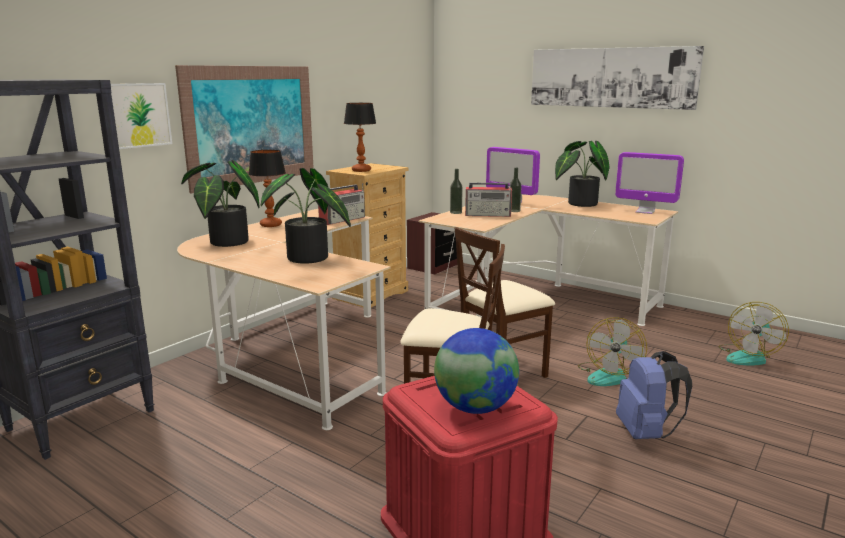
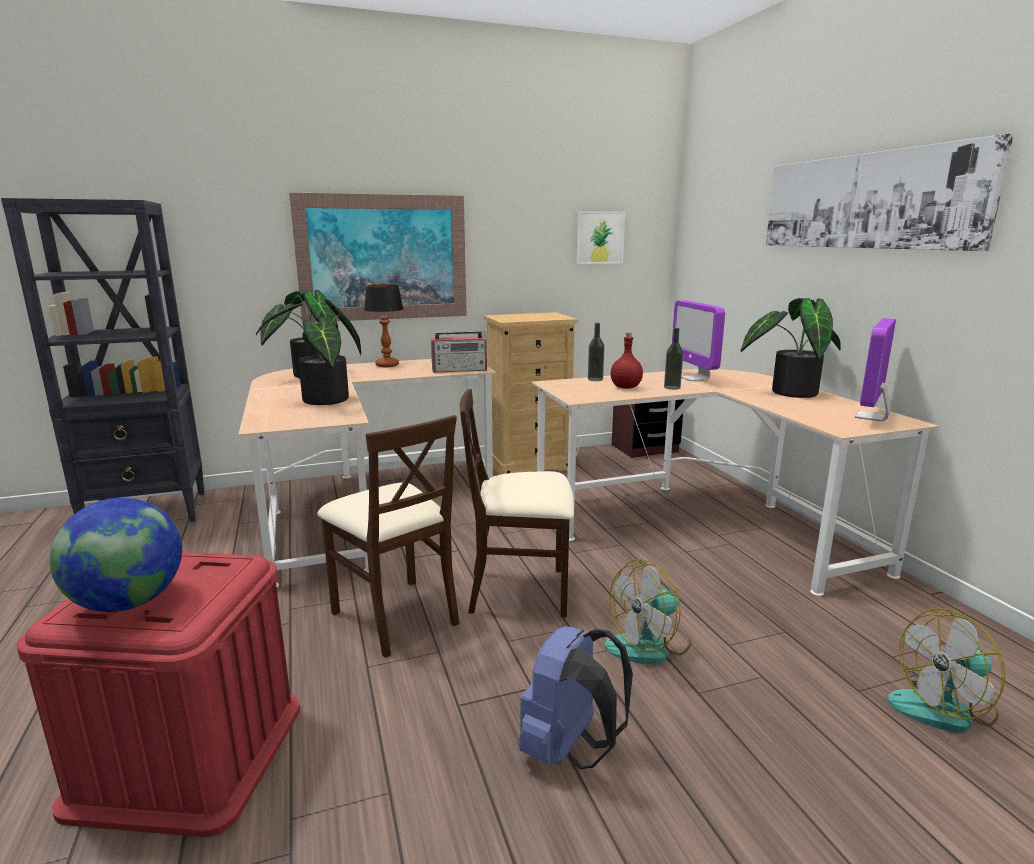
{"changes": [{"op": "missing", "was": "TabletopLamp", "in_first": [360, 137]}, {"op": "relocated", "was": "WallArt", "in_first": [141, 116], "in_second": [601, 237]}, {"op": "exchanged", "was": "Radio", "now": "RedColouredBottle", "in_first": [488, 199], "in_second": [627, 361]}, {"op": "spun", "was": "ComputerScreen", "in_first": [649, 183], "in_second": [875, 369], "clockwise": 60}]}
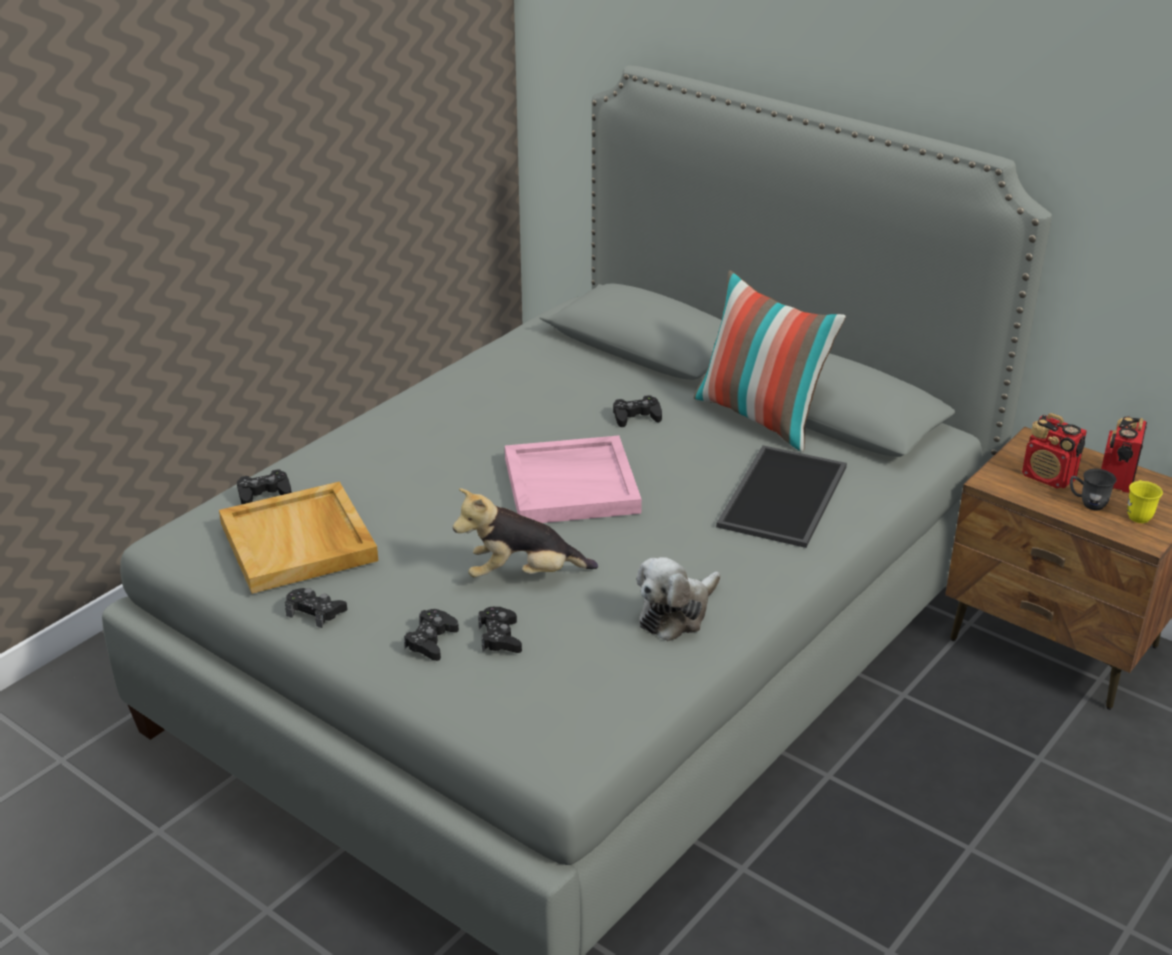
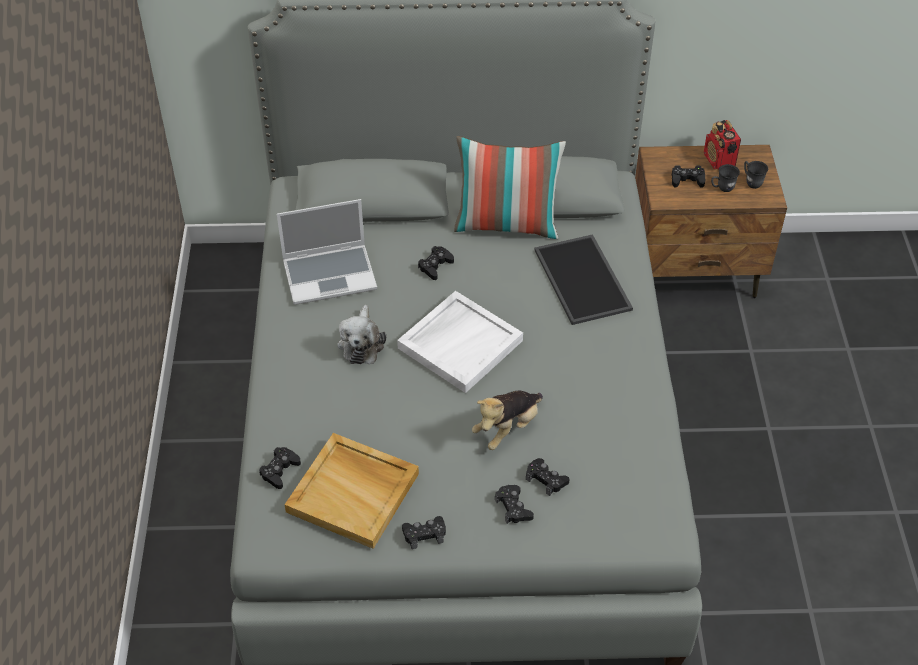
{"changes": [{"op": "appeared", "now": "Laptop", "in_second": [327, 252]}, {"op": "relocated", "was": "CuddlyToy", "in_first": [678, 599], "in_second": [361, 334]}, {"op": "exchanged", "was": "Radio", "now": "BlackColouredGameController", "in_first": [1054, 451], "in_second": [688, 176]}, {"op": "colour", "was": "PinkishCarryingTray", "now": "WhiteCarryingTray", "in_first": [573, 479], "in_second": [460, 342]}, {"op": "colour", "was": "YellowColouredMug", "now": "GreyMug", "in_first": [1145, 501], "in_second": [756, 175]}]}
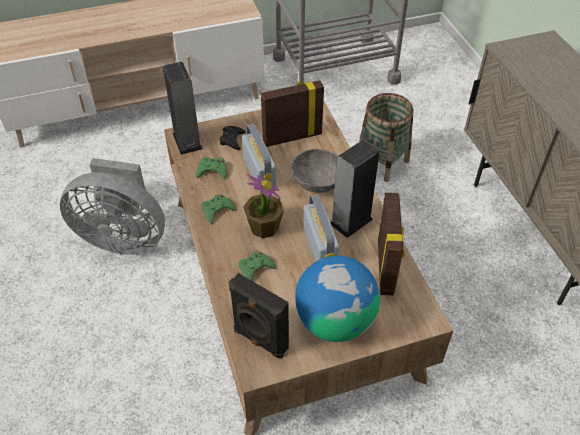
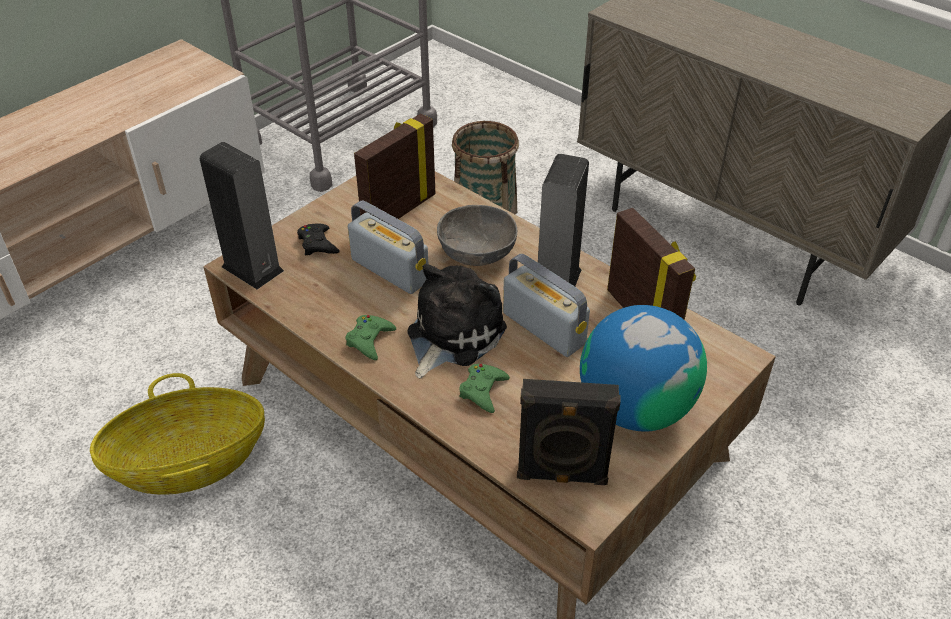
{"changes": [{"op": "missing", "was": "GreenishGameController", "in_first": [211, 168]}, {"op": "exchanged", "was": "GreyFan", "now": "HouseholdBasket", "in_first": [112, 206], "in_second": [177, 434]}, {"op": "exchanged", "was": "PlantInAPot", "now": "CuddlyToy", "in_first": [263, 206], "in_second": [457, 321]}]}
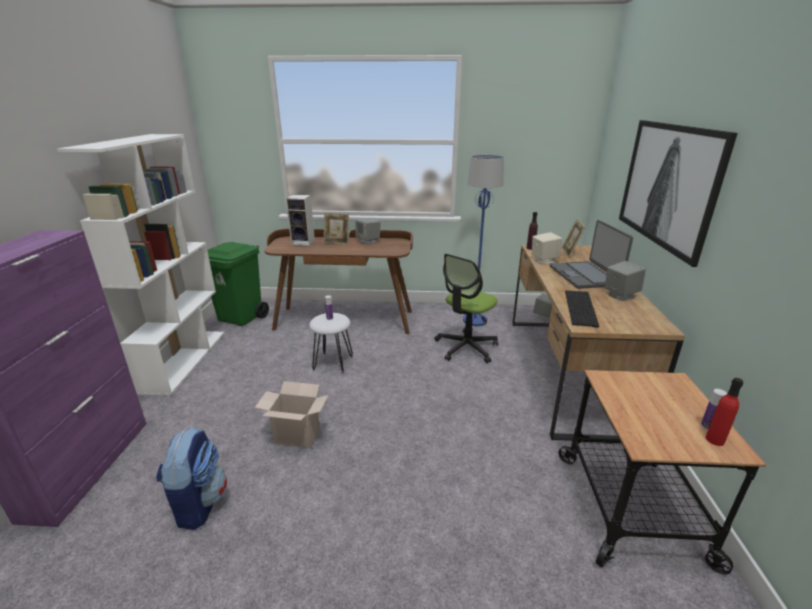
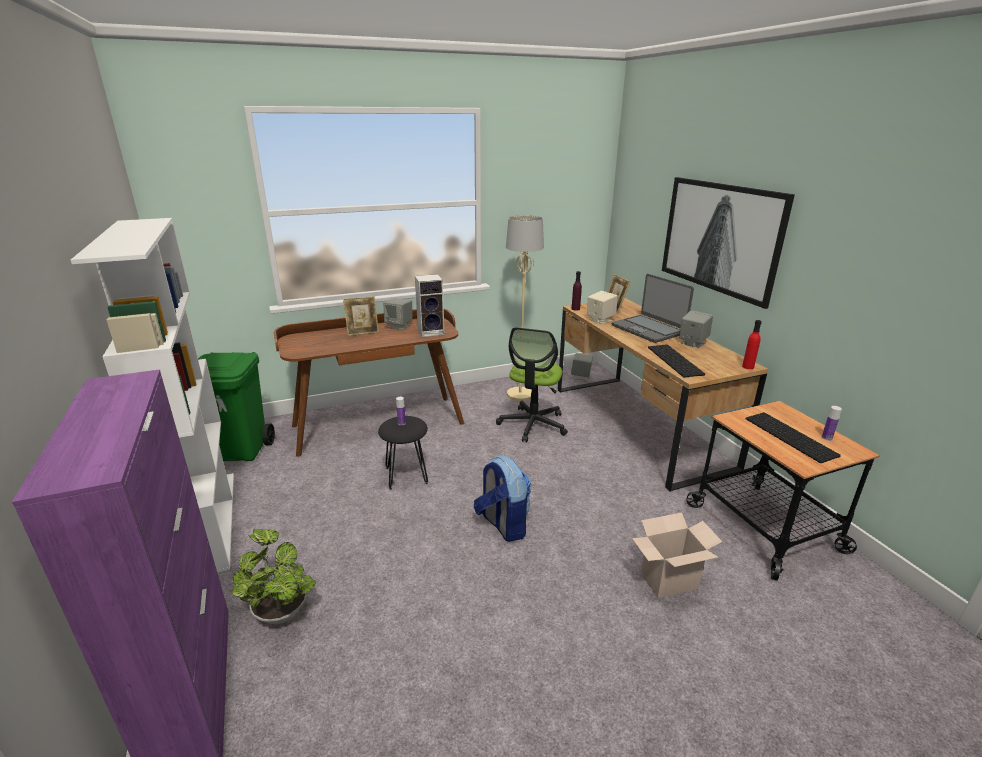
{"changes": [{"op": "appeared", "now": "PlantInAPot", "in_second": [273, 577]}, {"op": "appeared", "now": "Keyboard", "in_second": [793, 437]}, {"op": "relocated", "was": "Knapsack", "in_first": [191, 479], "in_second": [502, 499]}, {"op": "relocated", "was": "PackingBox", "in_first": [292, 414], "in_second": [677, 555]}, {"op": "relocated", "was": "Loudspeaker", "in_first": [300, 220], "in_second": [429, 305]}, {"op": "relocated", "was": "RedColouredBottle", "in_first": [724, 412], "in_second": [752, 344]}, {"op": "colour", "was": "WhiteStool", "now": "BlackColouredStool", "in_first": [331, 343], "in_second": [403, 453]}, {"op": "colour", "was": "BlueFloorLamp", "now": "BeigeFloorLamp", "in_first": [483, 240], "in_second": [525, 308]}]}
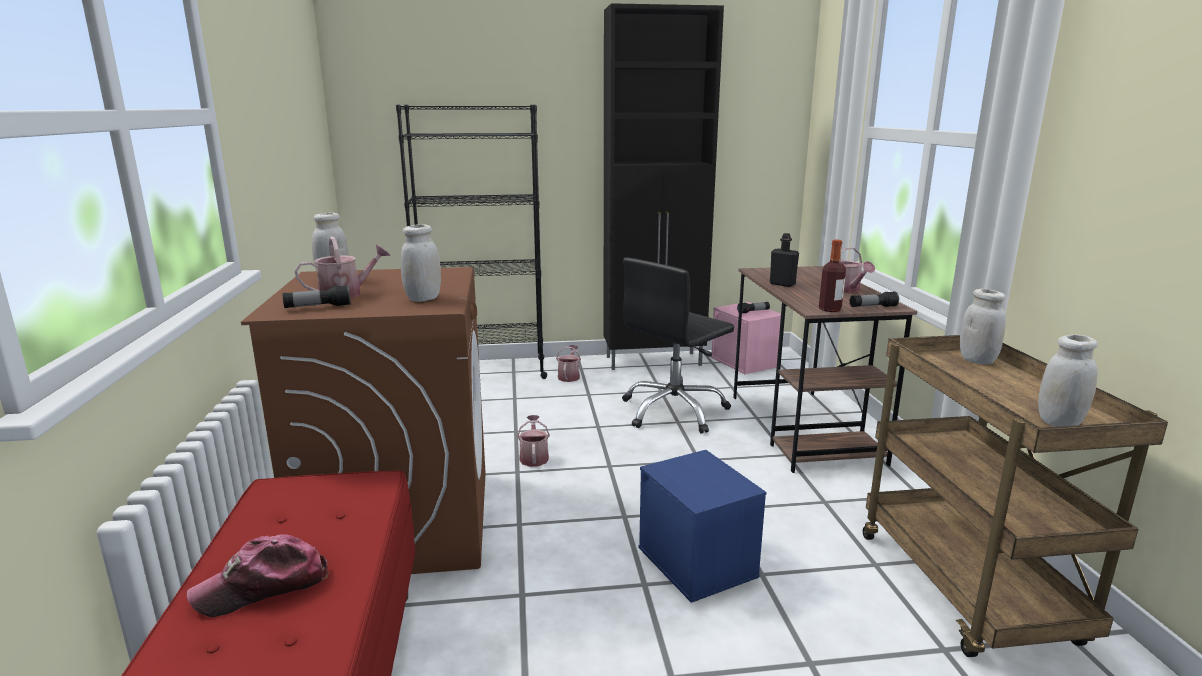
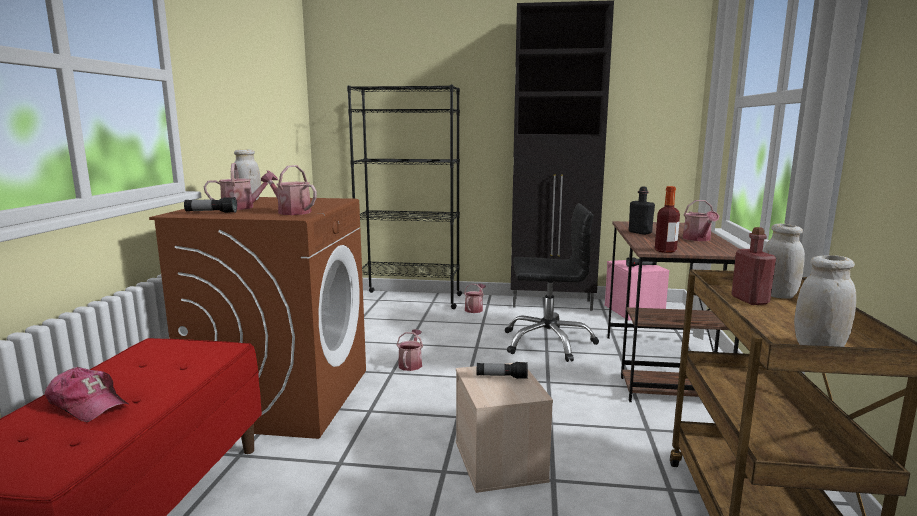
{"changes": [{"op": "appeared", "now": "RedColouredBottle", "in_second": [753, 266]}, {"op": "relocated", "was": "HandTorch", "in_first": [874, 299], "in_second": [502, 370]}, {"op": "exchanged", "was": "WhitePreserveJar", "now": "WateringCan", "in_first": [421, 263], "in_second": [289, 190]}, {"op": "colour", "was": "BlueStorageBin", "now": "BeigeStorageBin", "in_first": [702, 526], "in_second": [504, 428]}, {"op": "spun", "was": "Cap", "in_first": [258, 575], "in_second": [87, 394], "clockwise": -135}, {"op": "spun", "was": "BlackColouredComputerChair", "in_first": [678, 346], "in_second": [551, 283], "clockwise": -150}]}
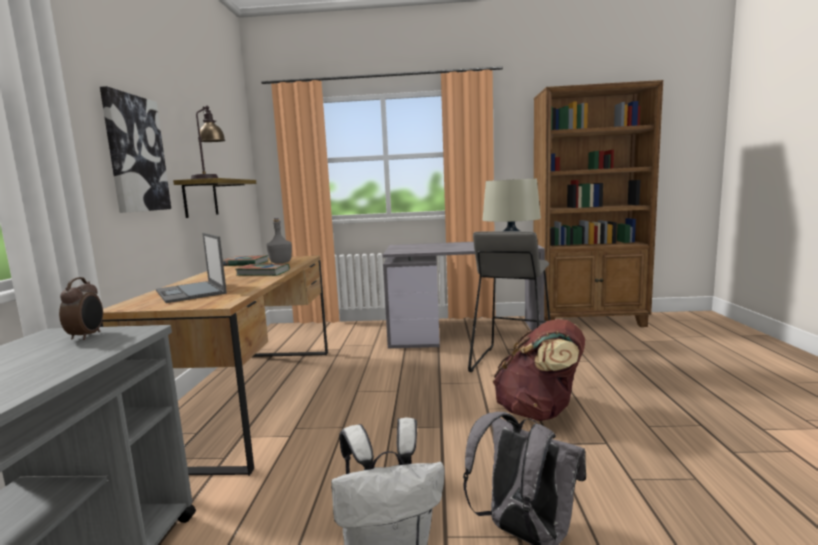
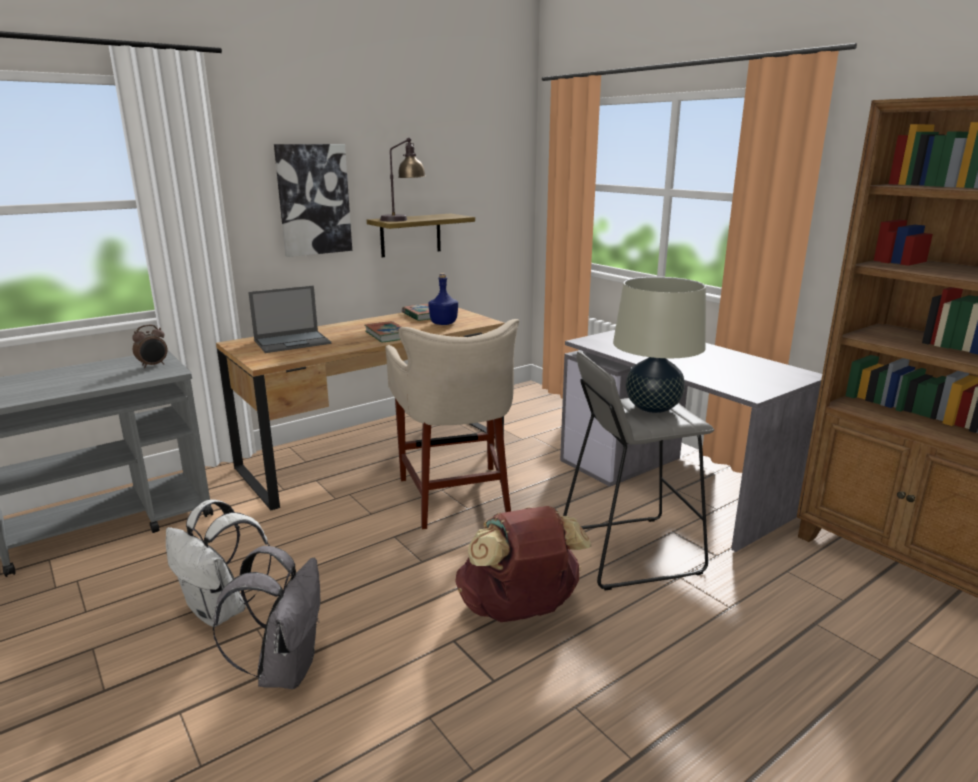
{"changes": [{"op": "appeared", "now": "BeigeStool", "in_second": [452, 424]}, {"op": "colour", "was": "GreyBottle", "now": "BlueBottle", "in_first": [279, 240], "in_second": [443, 299]}, {"op": "spun", "was": "Laptop", "in_first": [191, 268], "in_second": [289, 319], "clockwise": -135}]}
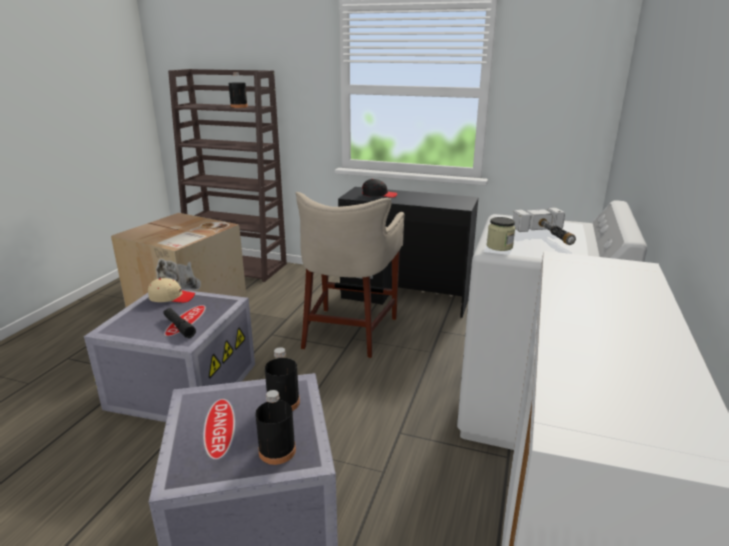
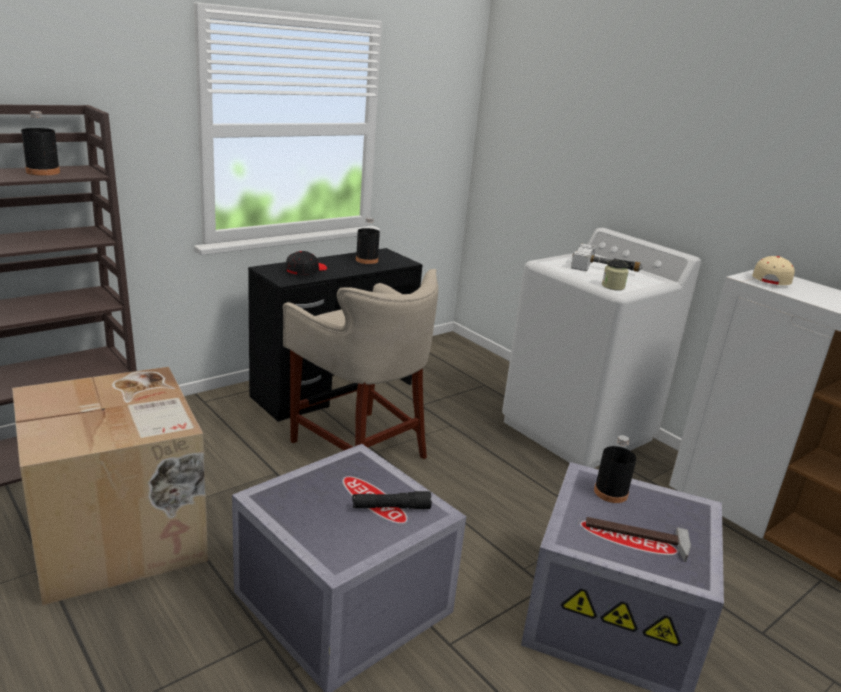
{"changes": [{"op": "appeared", "now": "Hammer", "in_second": [638, 539]}, {"op": "relocated", "was": "BeigeCap", "in_first": [171, 290], "in_second": [773, 270]}, {"op": "relocated", "was": "BlackColouredBottle", "in_first": [276, 427], "in_second": [368, 240]}]}
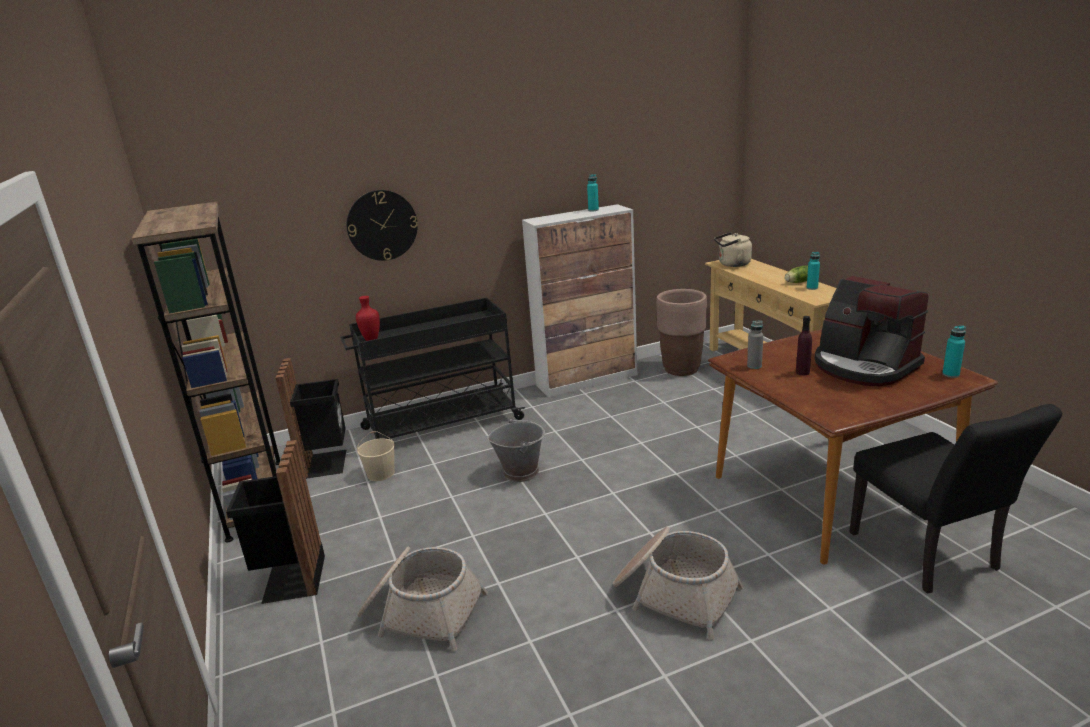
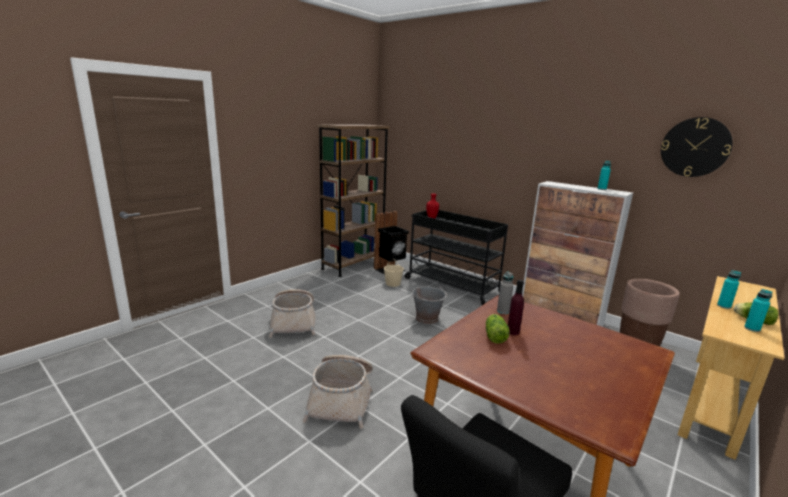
{"changes": [{"op": "missing", "was": "BlackColouredWasteBin", "in_first": [275, 522]}, {"op": "missing", "was": "BeigeKettle", "in_first": [733, 249]}, {"op": "missing", "was": "CoffeeBrewer", "in_first": [871, 331]}, {"op": "appeared", "now": "Lettuce", "in_second": [498, 328]}, {"op": "relocated", "was": "ClockOnTheWall", "in_first": [382, 225], "in_second": [697, 147]}, {"op": "relocated", "was": "TurquoiseColouredBottle", "in_first": [954, 351], "in_second": [729, 289]}]}
